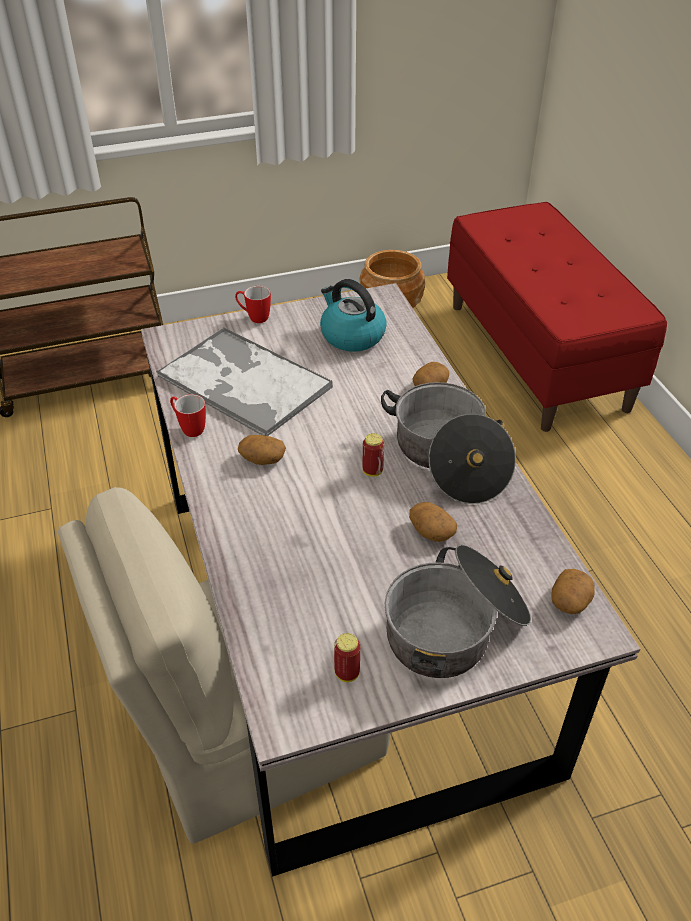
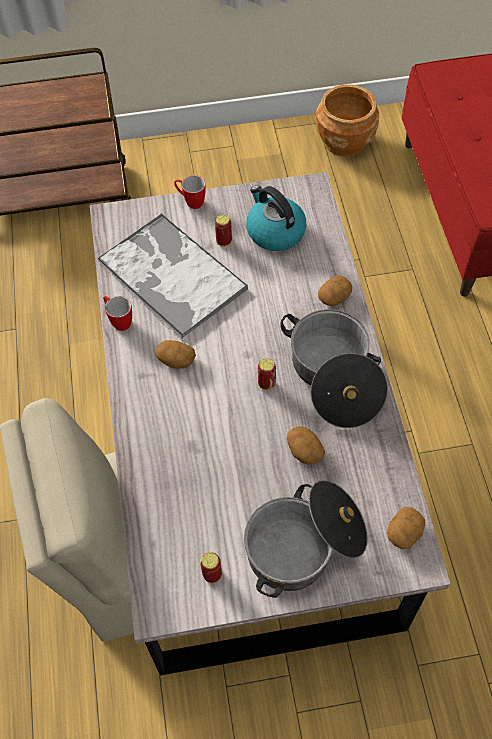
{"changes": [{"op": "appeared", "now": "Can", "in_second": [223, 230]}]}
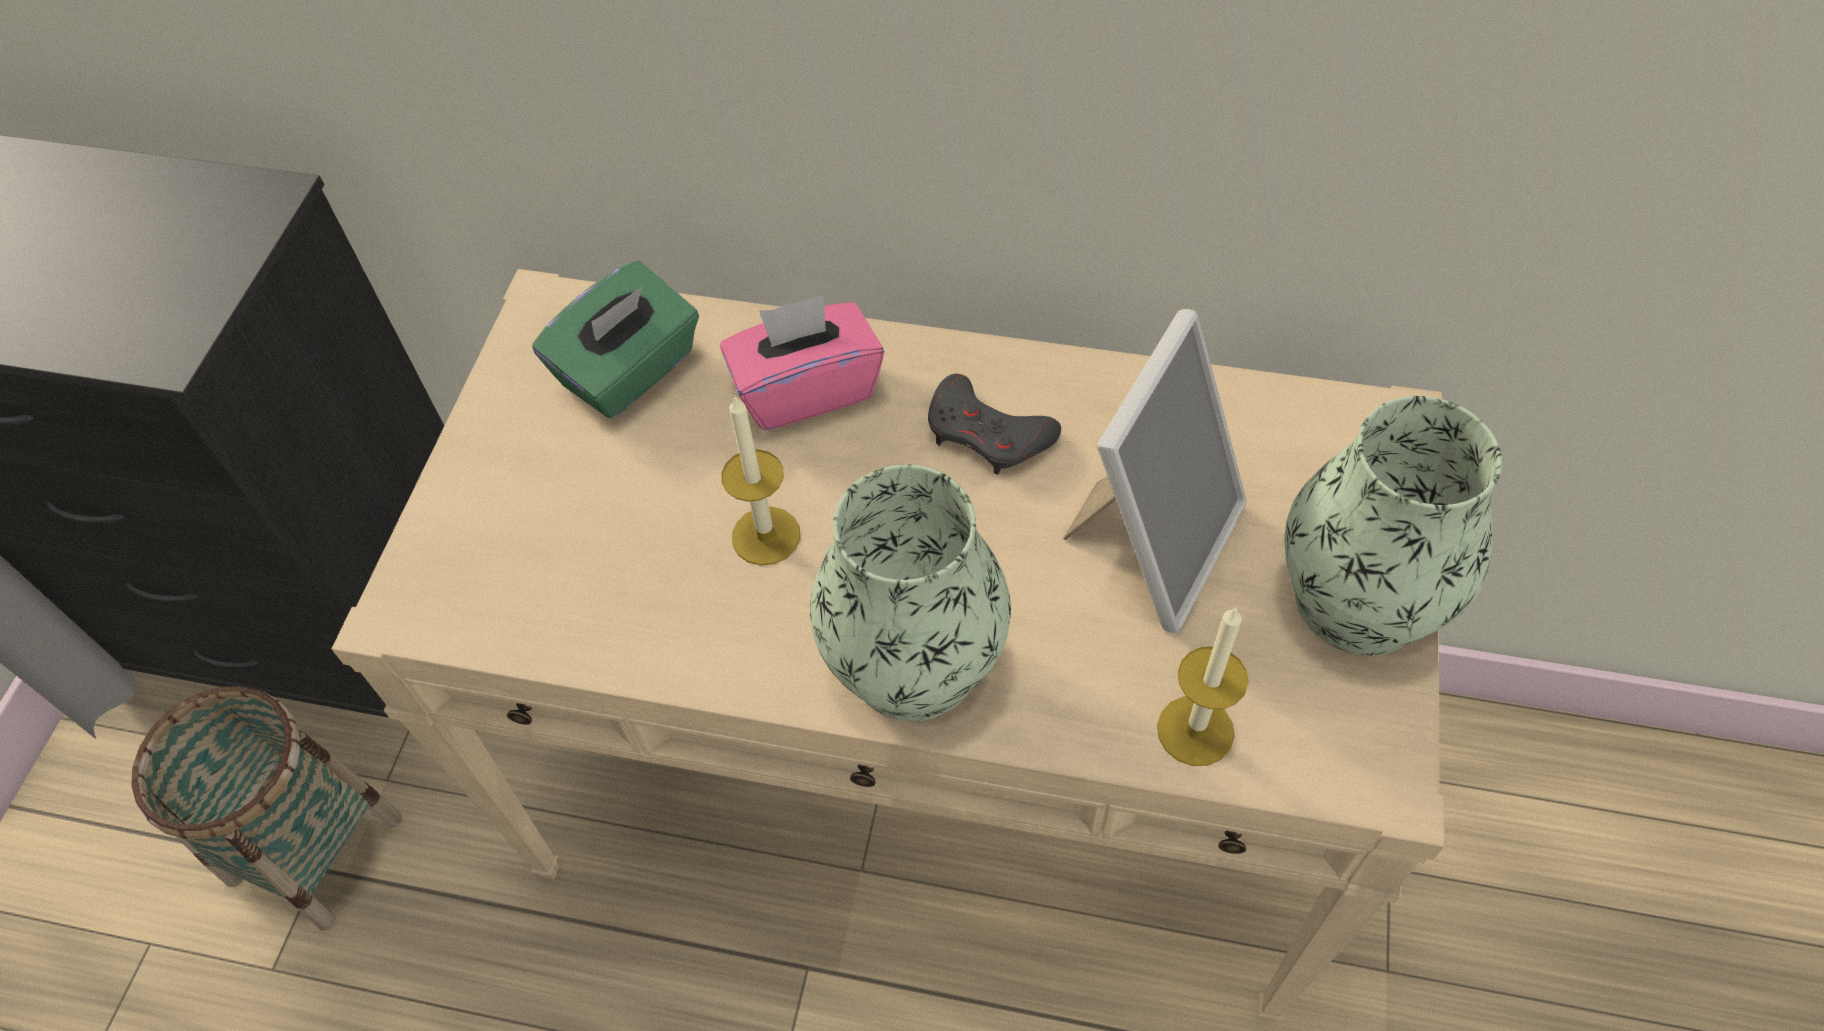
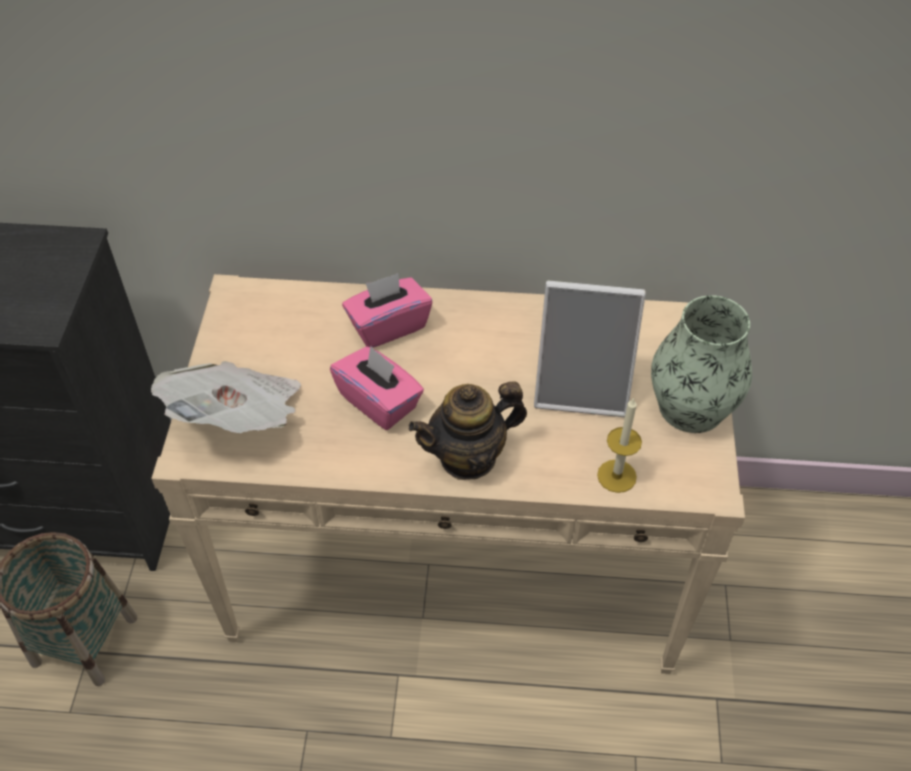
{"changes": [{"op": "missing", "was": "GreenishTissueHolder", "in_first": [616, 339]}, {"op": "missing", "was": "GreyGameController", "in_first": [994, 424]}, {"op": "appeared", "now": "PrintedPaper", "in_second": [226, 397]}, {"op": "exchanged", "was": "WaxLight", "now": "PinkishTissueHolder", "in_first": [760, 480], "in_second": [377, 388]}, {"op": "exchanged", "was": "FlowerVase", "now": "Teapot", "in_first": [910, 593], "in_second": [467, 430]}, {"op": "spun", "was": "PictureFrame", "in_first": [1155, 471], "in_second": [590, 348], "clockwise": 75}]}
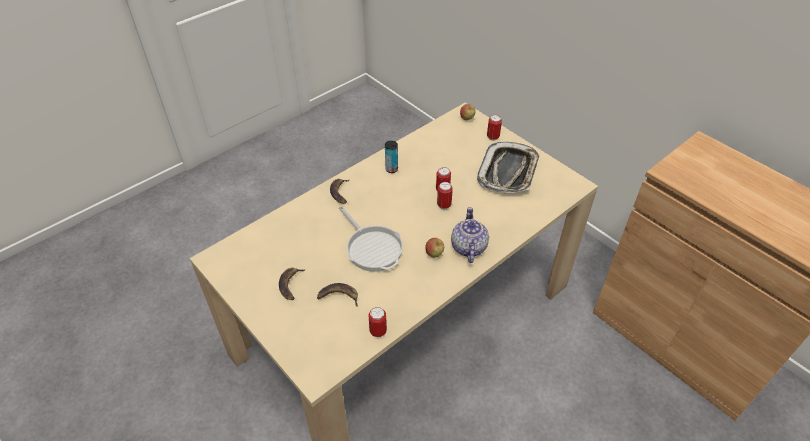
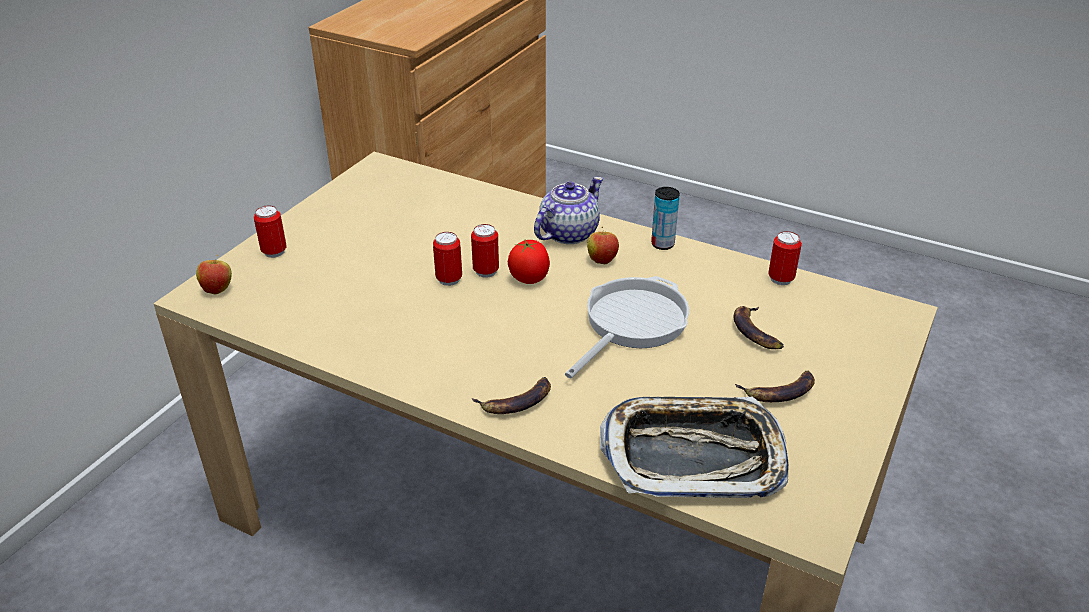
{"changes": [{"op": "appeared", "now": "WholeTomato", "in_second": [529, 261]}, {"op": "relocated", "was": "Can", "in_first": [391, 157], "in_second": [665, 218]}, {"op": "relocated", "was": "CarryingTray", "in_first": [508, 167], "in_second": [694, 447]}, {"op": "spun", "was": "Teapot", "in_first": [470, 235], "in_second": [568, 210], "clockwise": 150}]}
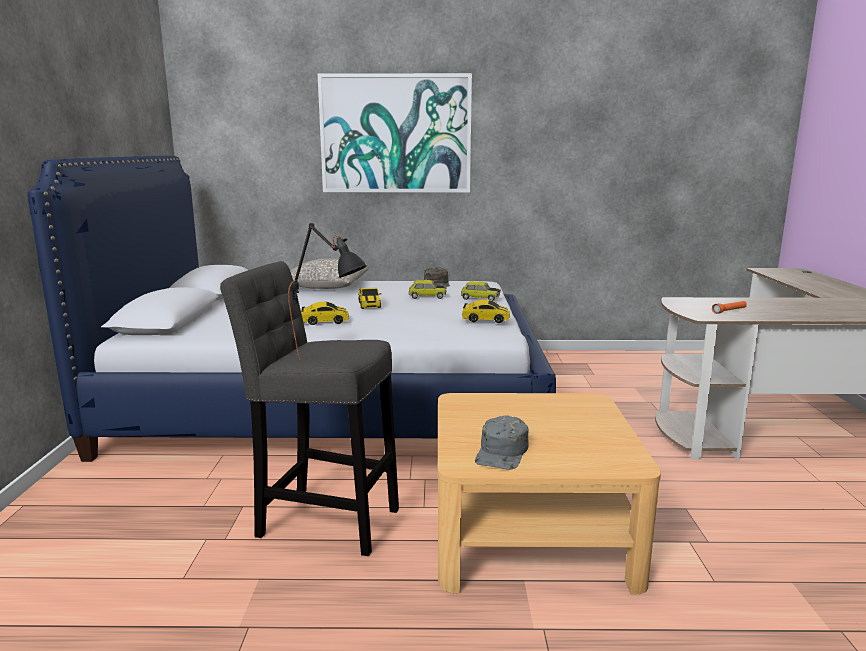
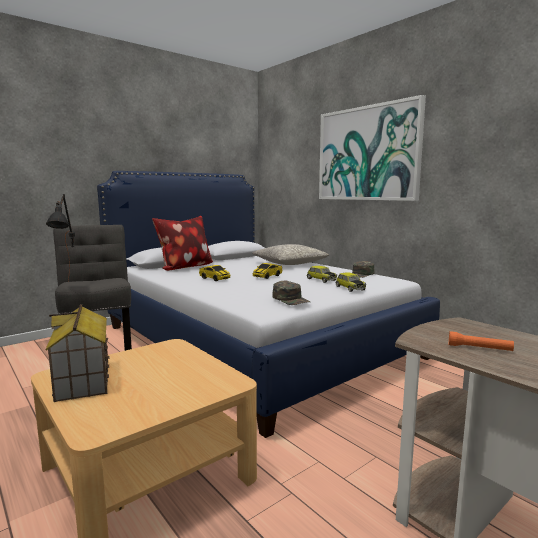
{"changes": [{"op": "appeared", "now": "Pillow", "in_second": [182, 243]}, {"op": "exchanged", "was": "ToyCar", "now": "GreenishCap", "in_first": [486, 311], "in_second": [291, 293]}, {"op": "exchanged", "was": "GreyCap", "now": "ToyHouse", "in_first": [502, 442], "in_second": [77, 353]}]}
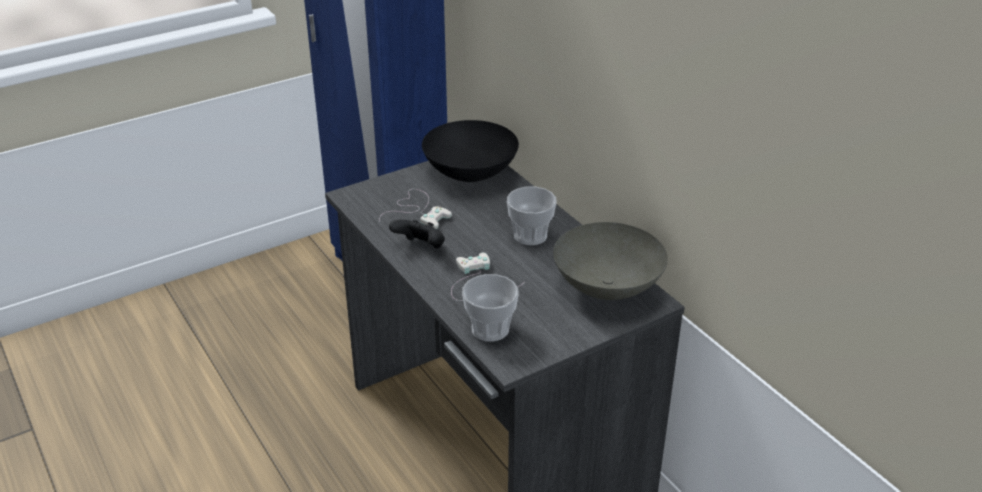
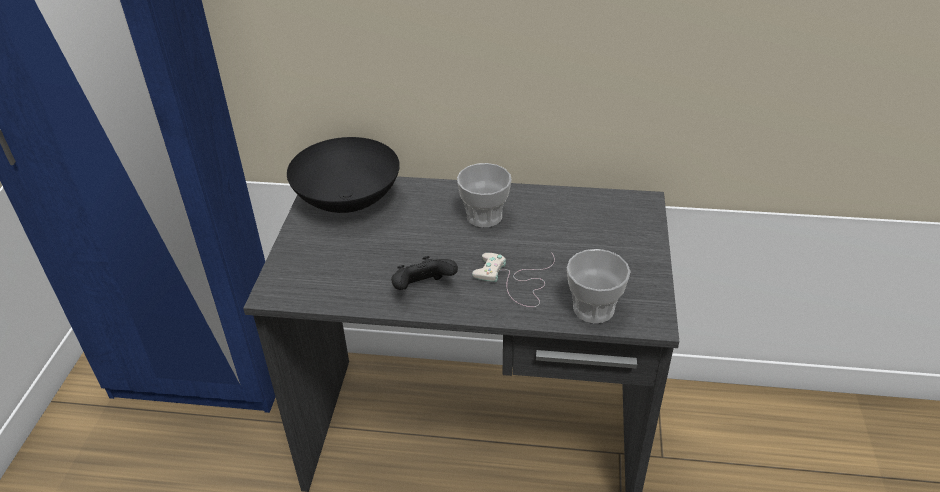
{"changes": [{"op": "missing", "was": "WhiteGameController", "in_first": [415, 209]}, {"op": "missing", "was": "GreyServingBowl", "in_first": [610, 261]}]}
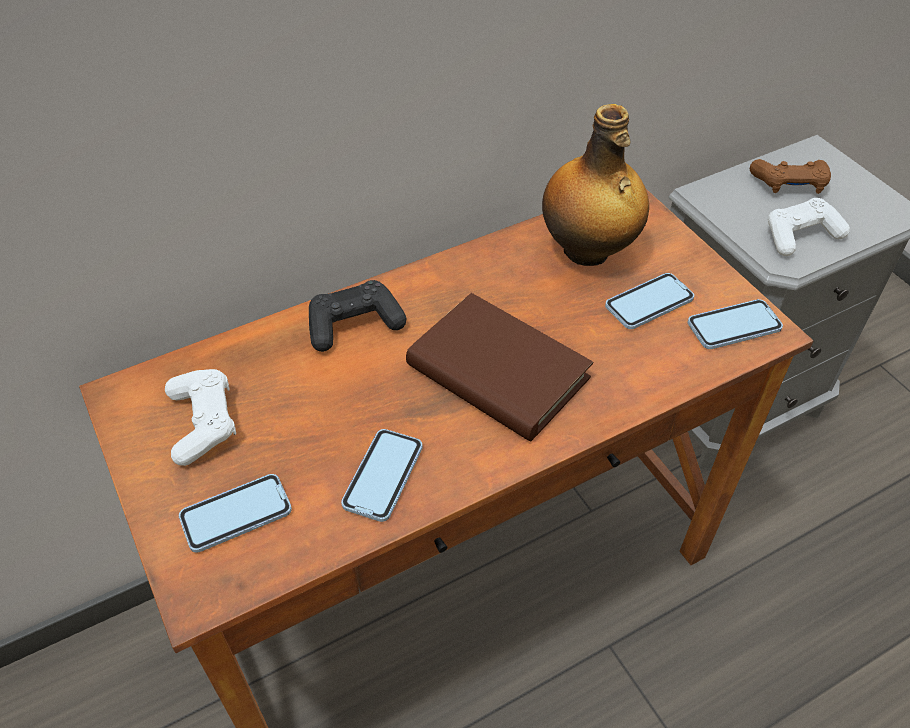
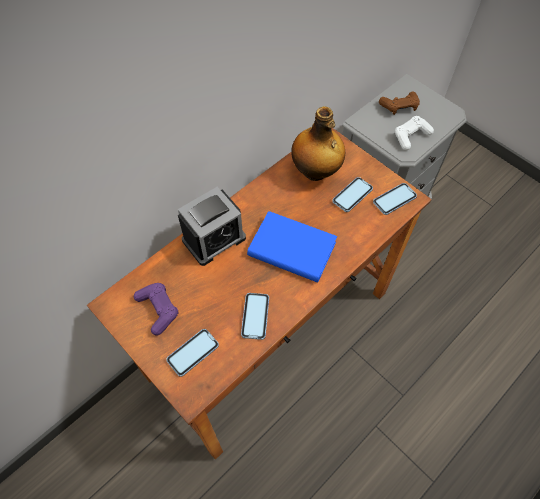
{"changes": [{"op": "exchanged", "was": "BlackColouredGameController", "now": "TableClock", "in_first": [357, 316], "in_second": [212, 226]}, {"op": "colour", "was": "WhiteGameController", "now": "PurpleGameController", "in_first": [200, 417], "in_second": [156, 309]}, {"op": "colour", "was": "BrownishBoundBook", "now": "BlueBoundBook", "in_first": [499, 367], "in_second": [292, 246]}]}
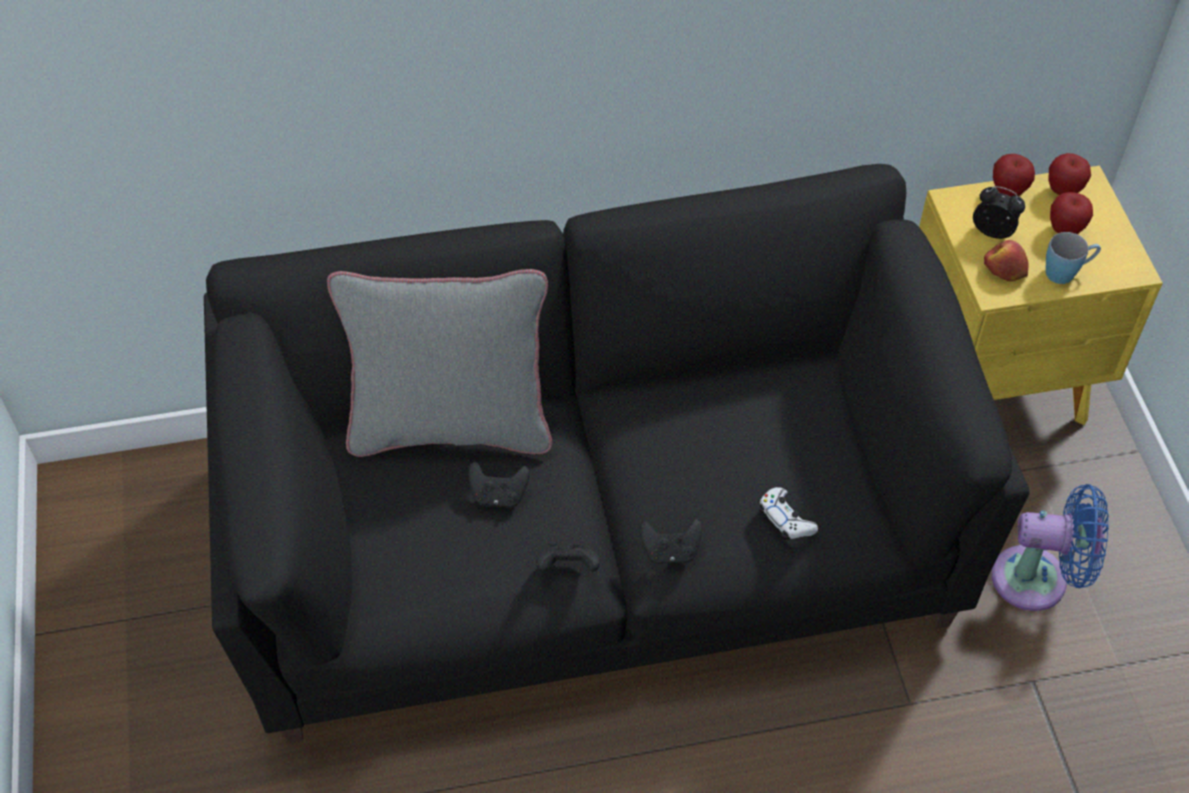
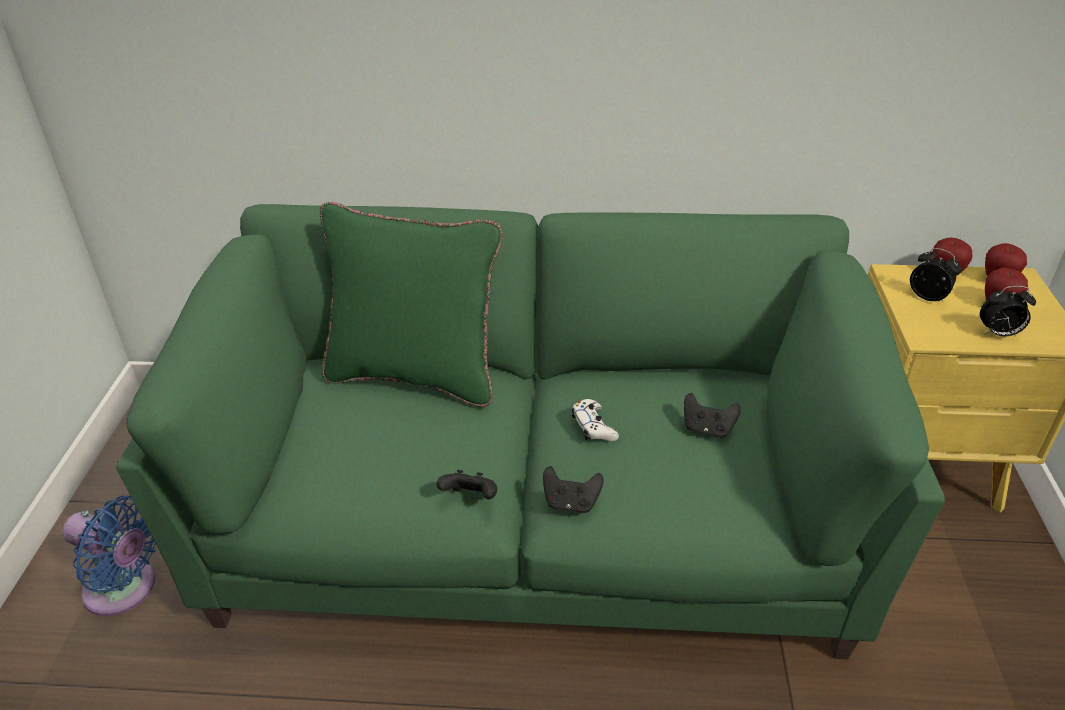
{"changes": [{"op": "missing", "was": "WholeApple", "in_first": [1006, 260]}, {"op": "relocated", "was": "BlackColouredGameController", "in_first": [499, 484], "in_second": [712, 415]}, {"op": "relocated", "was": "WhiteGameController", "in_first": [788, 514], "in_second": [595, 420]}, {"op": "relocated", "was": "BlueFan", "in_first": [1050, 547], "in_second": [109, 555]}, {"op": "exchanged", "was": "BlueMug", "now": "TableClock", "in_first": [1073, 258], "in_second": [1008, 311]}, {"op": "colour", "was": "BlackColouredSettee", "now": "GreenishSettee", "in_first": [617, 453], "in_second": [530, 431]}, {"op": "colour", "was": "GreyPillow", "now": "GreenishPillow", "in_first": [439, 363], "in_second": [411, 304]}]}
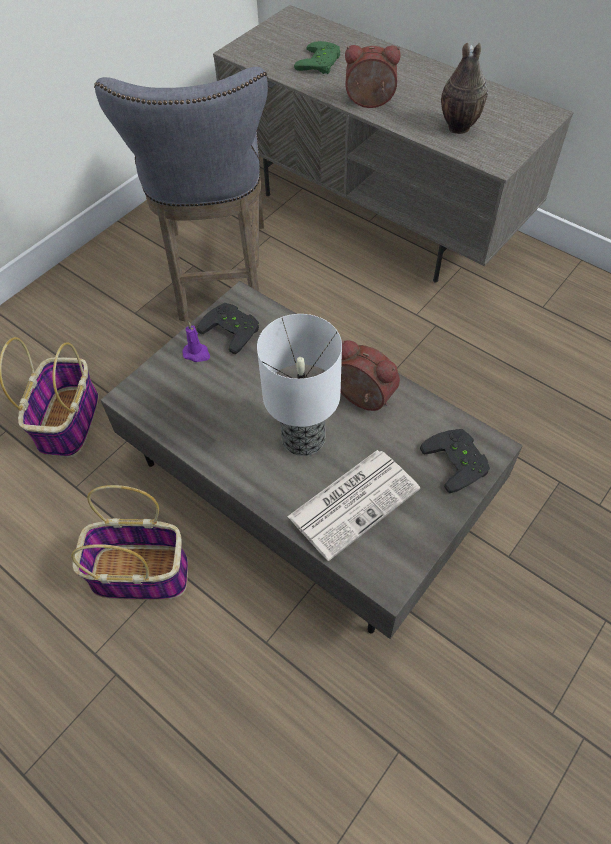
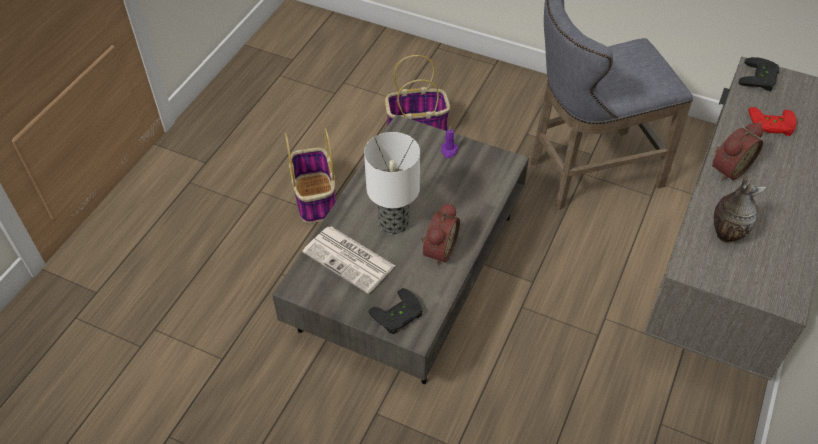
{"changes": [{"op": "relocated", "was": "BlackColouredGameController", "in_first": [228, 328], "in_second": [759, 74]}, {"op": "colour", "was": "GreenishGameController", "now": "RedColouredGameController", "in_first": [317, 57], "in_second": [772, 121]}, {"op": "spun", "was": "TableClock", "in_first": [373, 76], "in_second": [737, 152], "clockwise": 60}]}
